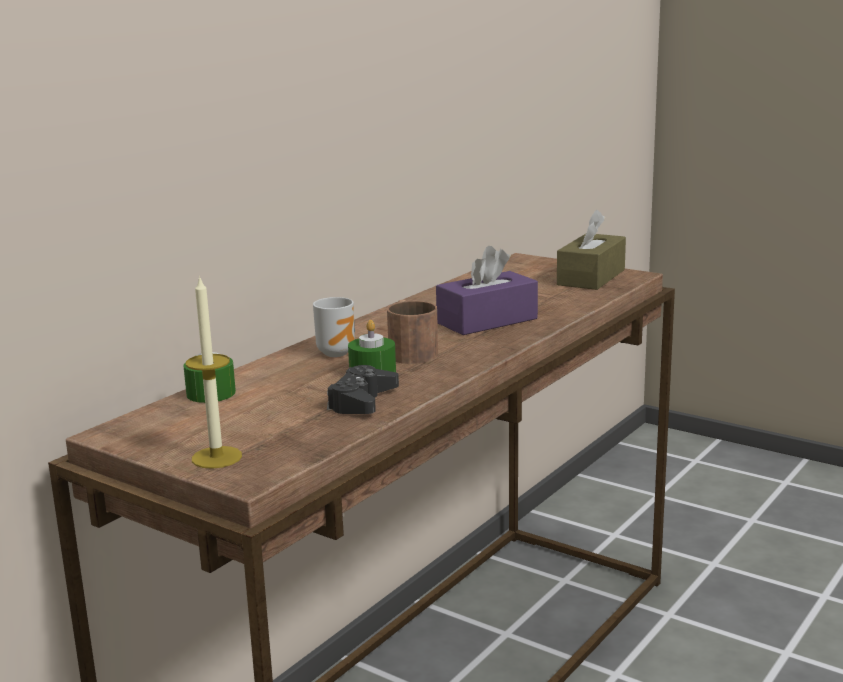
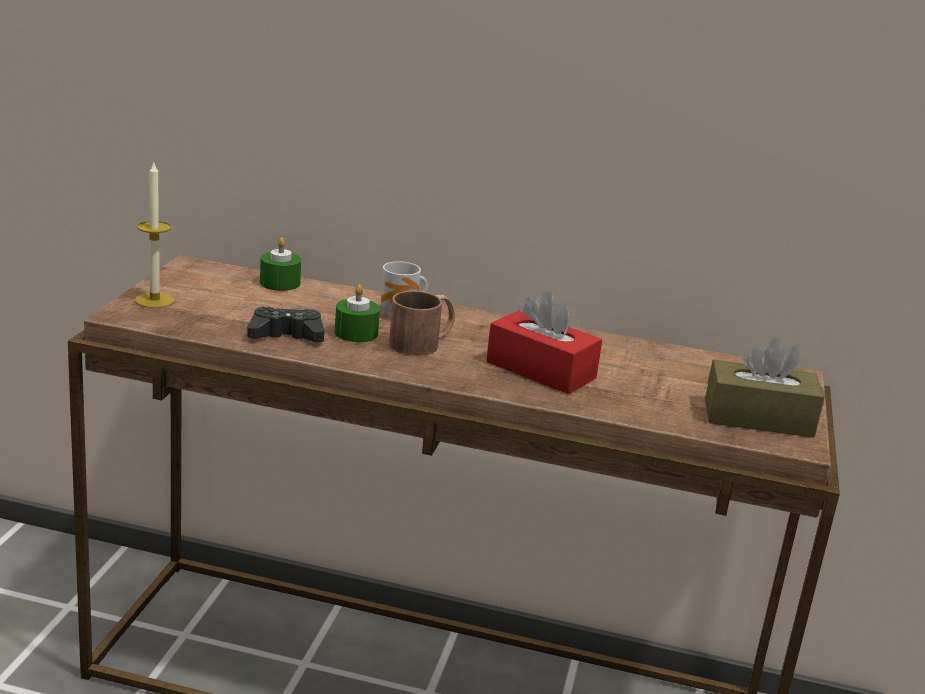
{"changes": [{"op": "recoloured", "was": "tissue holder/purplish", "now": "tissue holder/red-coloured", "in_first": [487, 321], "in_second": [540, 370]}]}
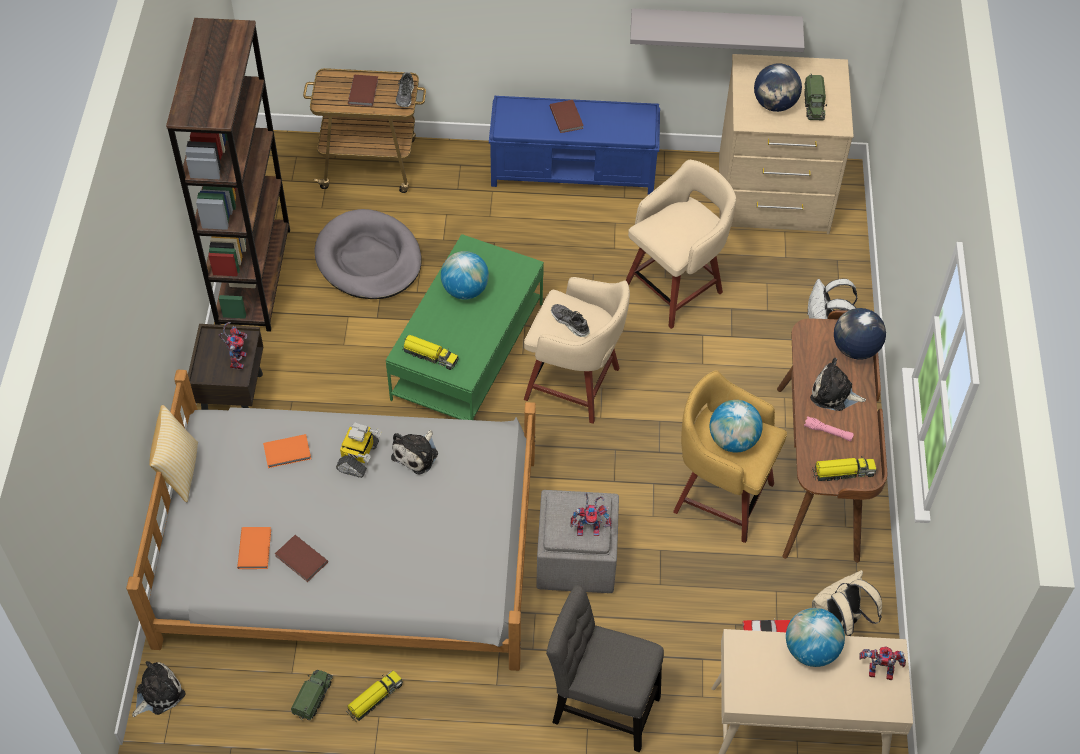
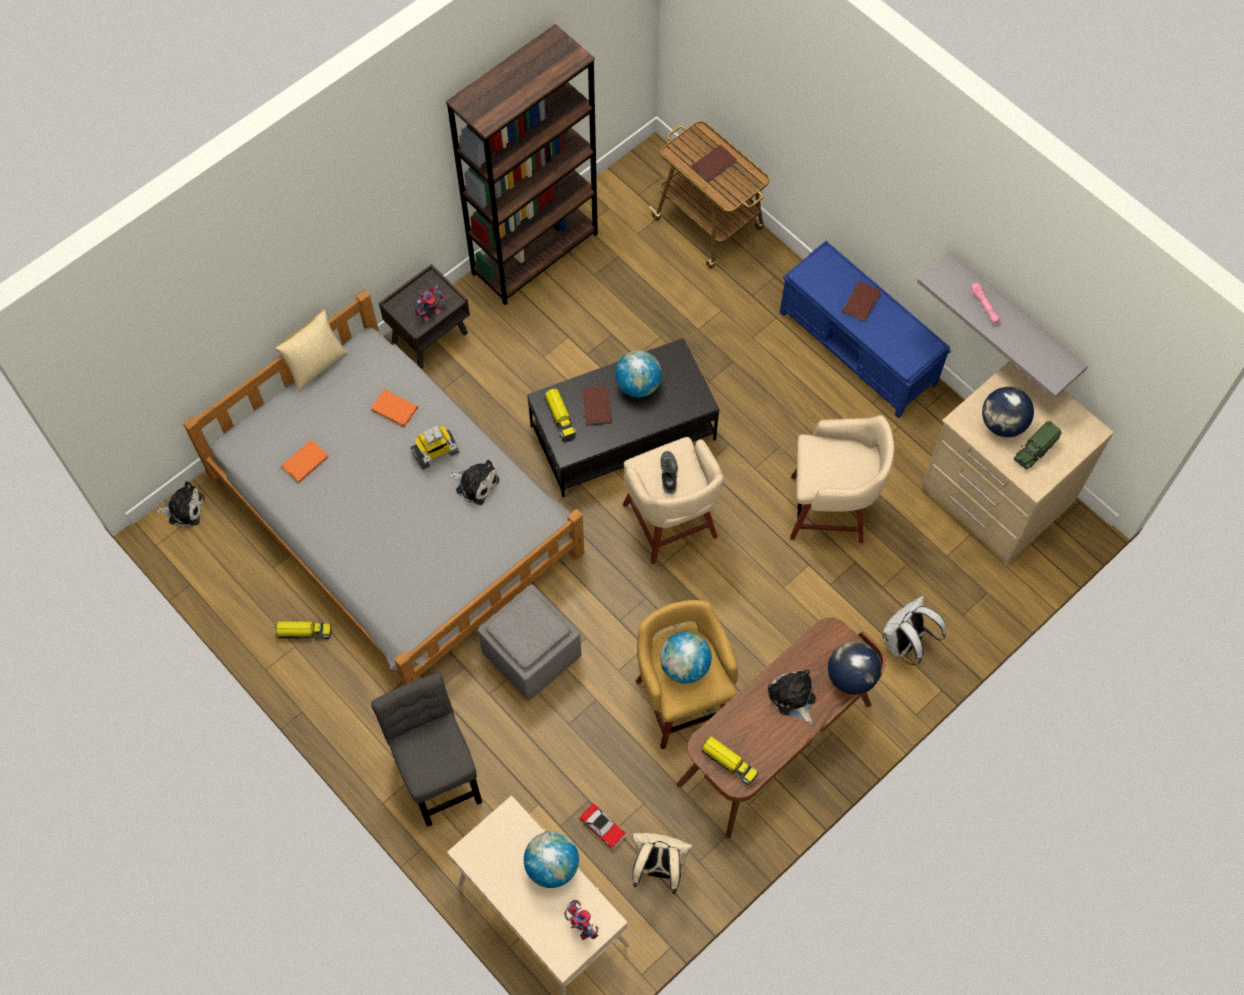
{"changes": [{"op": "removed", "was": "shoe", "in_first": [405, 95]}, {"op": "removed", "was": "pet bed/gray", "in_first": [369, 259]}, {"op": "recoloured", "was": "coffee table/green-coloured", "now": "coffee table/black-coloured", "in_first": [467, 351], "in_second": [623, 432]}, {"op": "moved", "was": "torch/pink-coloured", "in_first": [828, 432], "in_second": [984, 306]}, {"op": "turned", "was": "soft toy", "in_first": [417, 454], "in_second": [475, 484], "clockwise": -135}, {"op": "removed", "was": "toy robot", "in_first": [590, 528]}, {"op": "moved", "was": "book/brown-coloured", "in_first": [301, 560], "in_second": [595, 407]}, {"op": "removed", "was": "toy lorry", "in_first": [313, 697]}]}
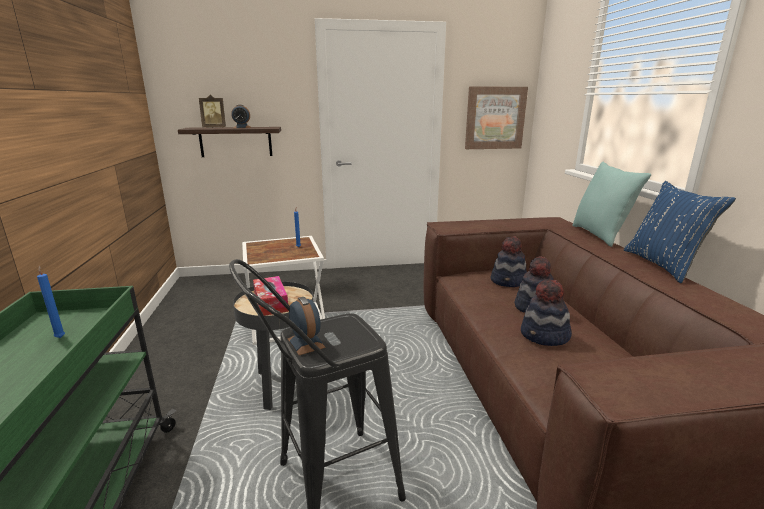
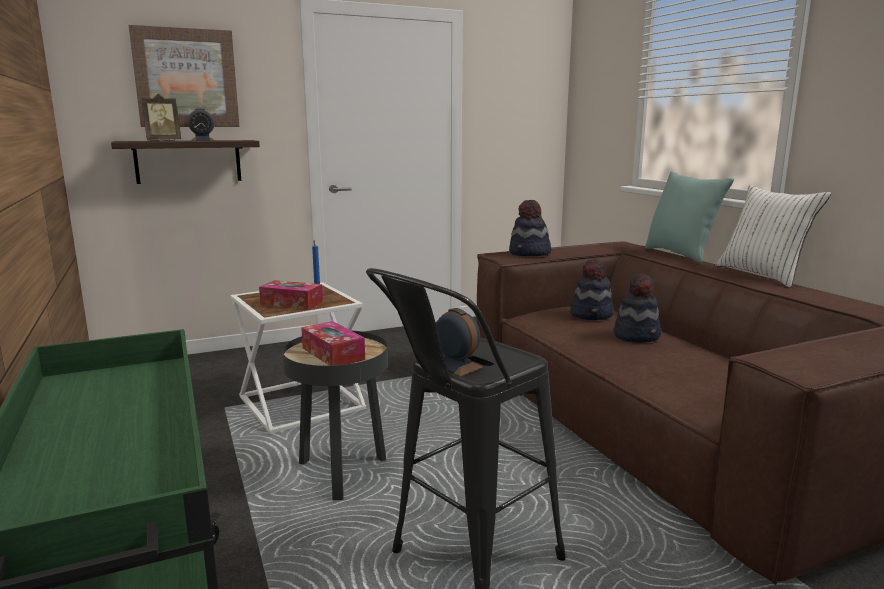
{"changes": [{"op": "moved", "was": "picture", "in_first": [495, 118], "in_second": [186, 78]}, {"op": "recoloured", "was": "cushion/blue-coloured", "now": "cushion/whitish", "in_first": [663, 265], "in_second": [762, 275]}, {"op": "removed", "was": "wax candle/blue-coloured", "in_first": [60, 337]}, {"op": "moved", "was": "clothing hat", "in_first": [544, 336], "in_second": [529, 253]}, {"op": "added", "now": "tissue holder", "in_second": [291, 303]}]}
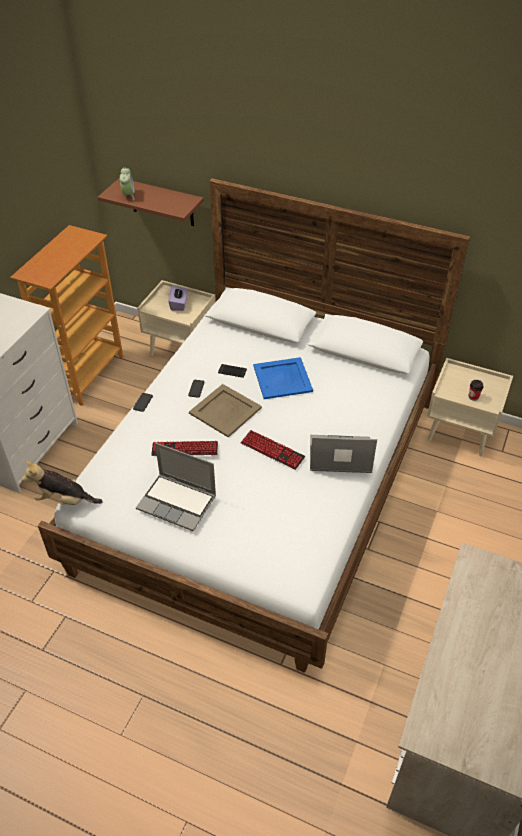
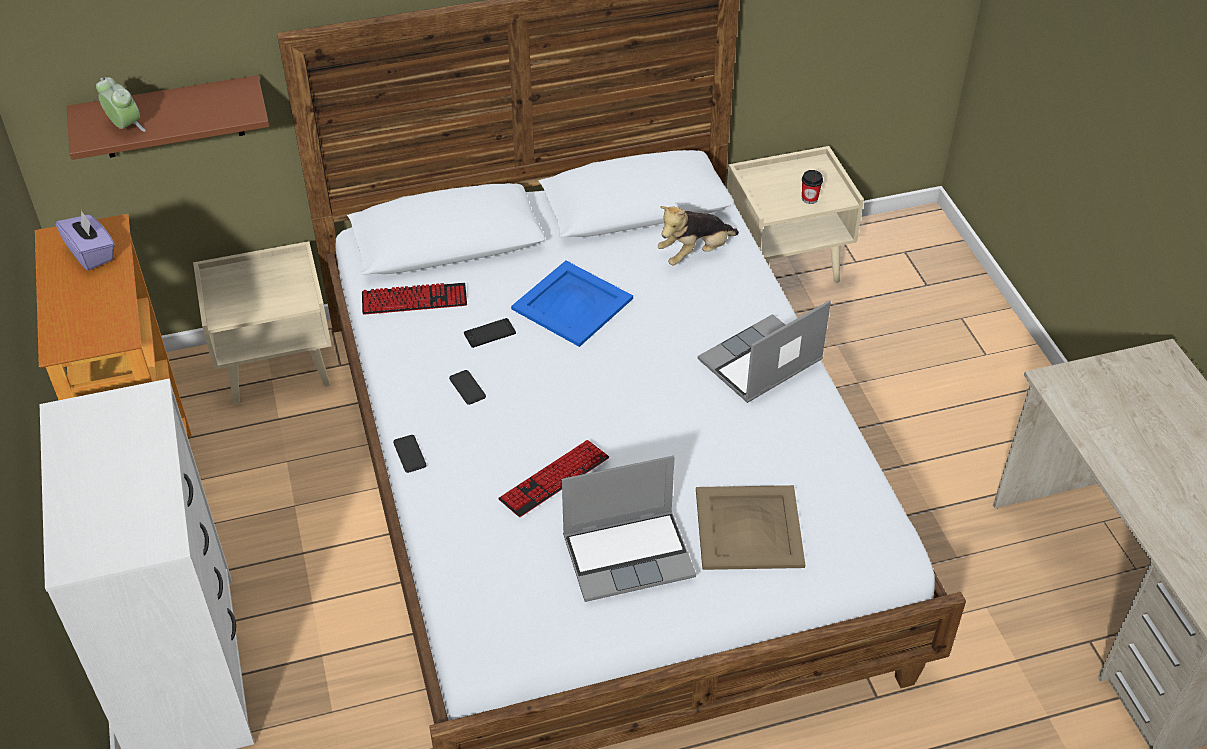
{"changes": [{"op": "moved", "was": "tissue holder/purplish", "in_first": [179, 304], "in_second": [91, 253]}, {"op": "moved", "was": "carrying tray/beige-coloured", "in_first": [225, 411], "in_second": [750, 528]}, {"op": "moved", "was": "keyboard", "in_first": [272, 450], "in_second": [414, 300]}, {"op": "moved", "was": "soft toy", "in_first": [64, 500], "in_second": [695, 253]}]}
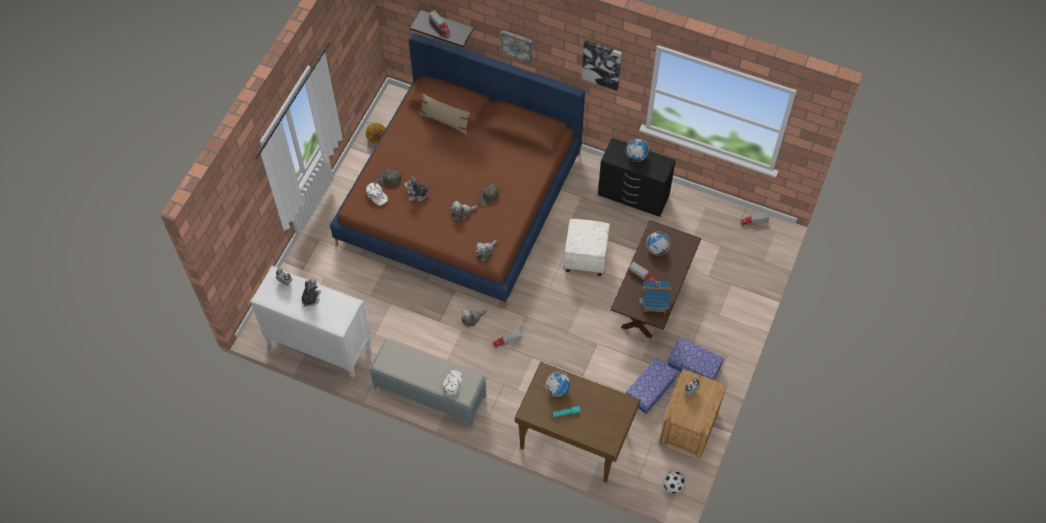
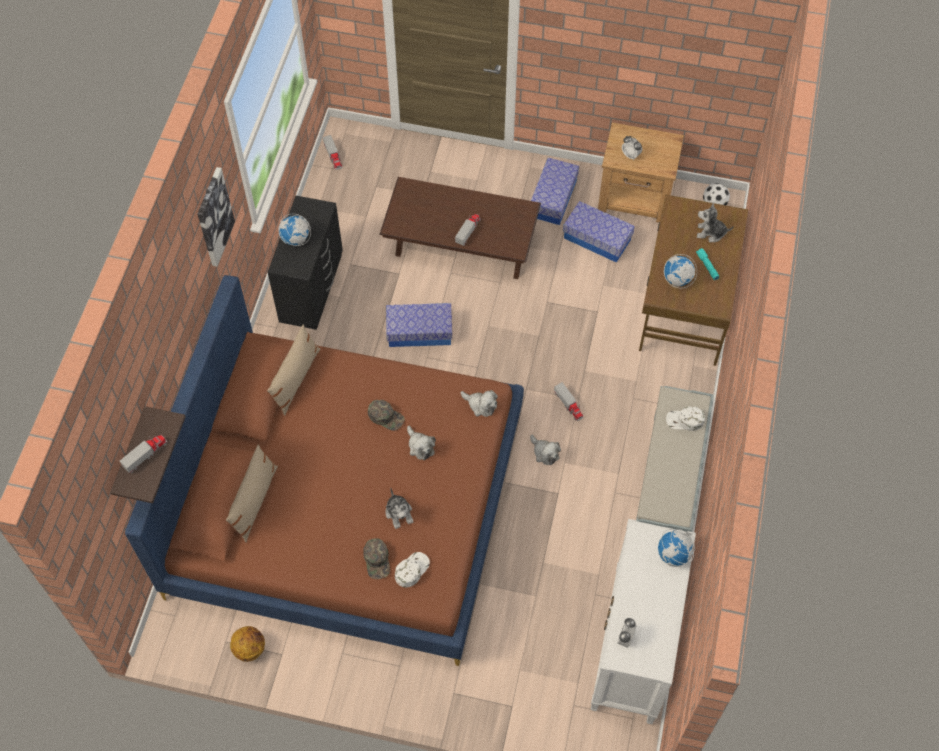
{"changes": [{"op": "removed", "was": "picture", "in_first": [517, 45]}, {"op": "replaced", "was": "pouffe/whitish", "now": "storage box", "in_first": [585, 257], "in_second": [419, 332]}, {"op": "moved", "was": "world globe", "in_first": [656, 249], "in_second": [674, 555]}, {"op": "moved", "was": "soft toy", "in_first": [310, 298], "in_second": [710, 233]}, {"op": "removed", "was": "model house", "in_first": [655, 301]}, {"op": "added", "now": "cushion/beige-coloured", "in_second": [296, 379]}]}
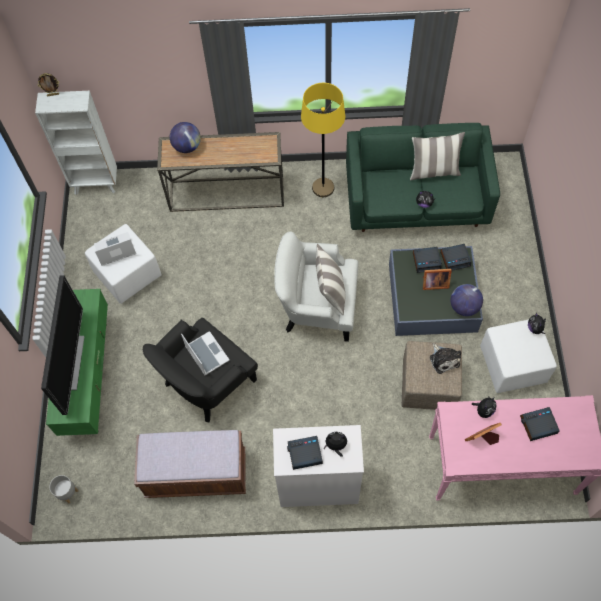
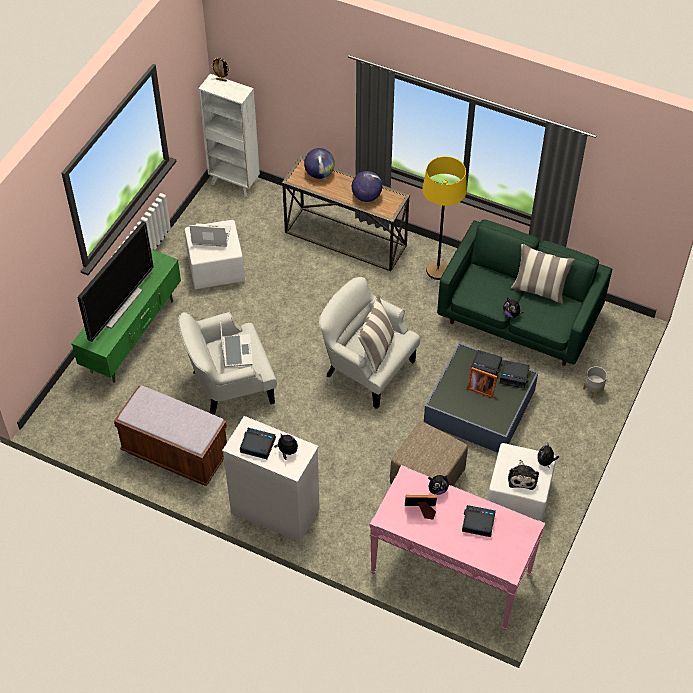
{"changes": [{"op": "moved", "was": "world globe", "in_first": [464, 307], "in_second": [366, 197]}, {"op": "recoloured", "was": "lounge chair/black-coloured", "now": "lounge chair/whitish", "in_first": [207, 382], "in_second": [230, 385]}, {"op": "moved", "was": "soft toy", "in_first": [444, 359], "in_second": [522, 477]}, {"op": "moved", "was": "plant pot/gray", "in_first": [68, 493], "in_second": [593, 390]}]}
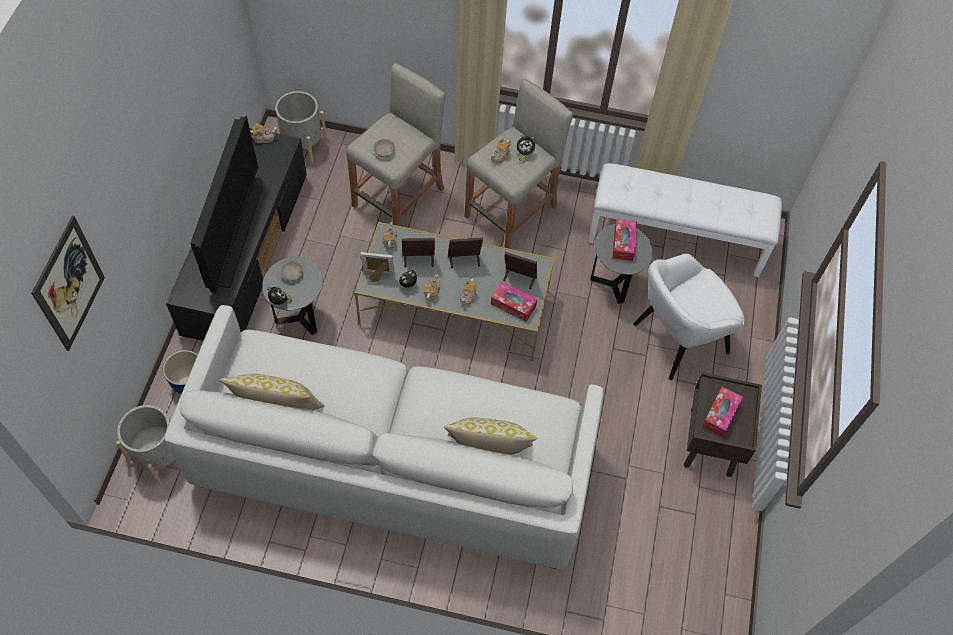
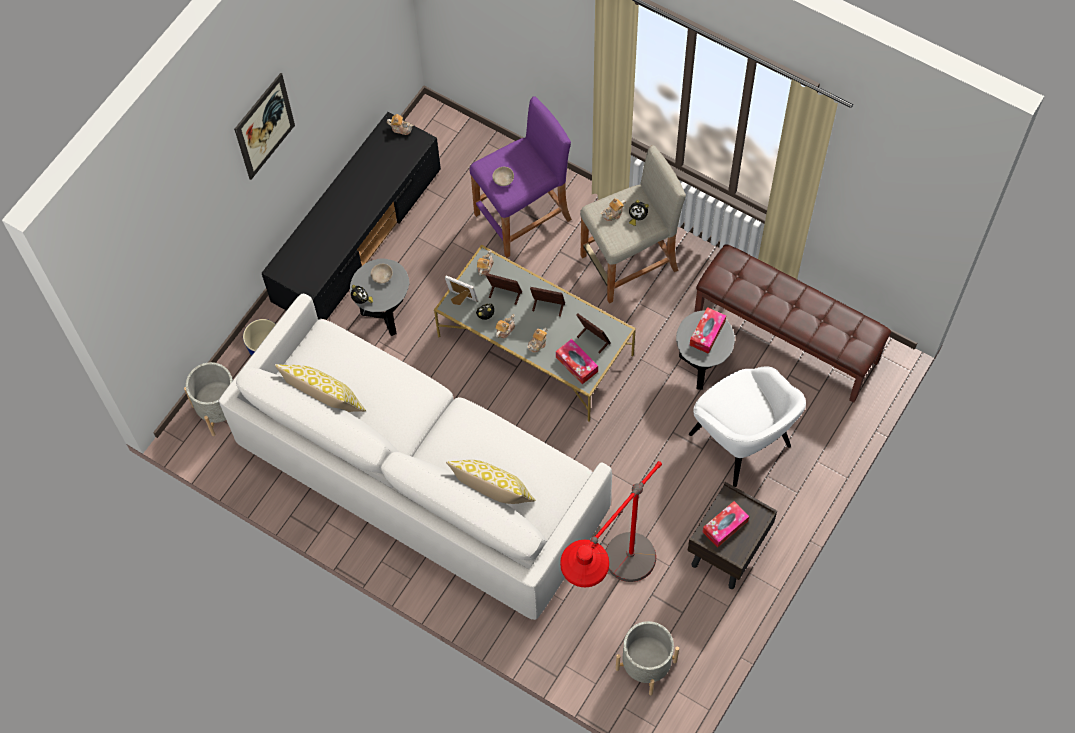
{"changes": [{"op": "recoloured", "was": "stool/beige-coloured", "now": "stool/purplish", "in_first": [399, 198], "in_second": [523, 217]}, {"op": "moved", "was": "plant pot/gray", "in_first": [302, 145], "in_second": [646, 665]}, {"op": "removed", "was": "TV", "in_first": [235, 234]}, {"op": "recoloured", "was": "long seat/whitish", "now": "long seat/brown-coloured", "in_first": [676, 238], "in_second": [786, 338]}, {"op": "moved", "was": "picture", "in_first": [69, 284], "in_second": [264, 126]}, {"op": "turned", "was": "lounge chair/whitish", "in_first": [678, 339], "in_second": [741, 442], "clockwise": -120}, {"op": "added", "now": "floor lamp/red-coloured", "in_second": [611, 587]}]}
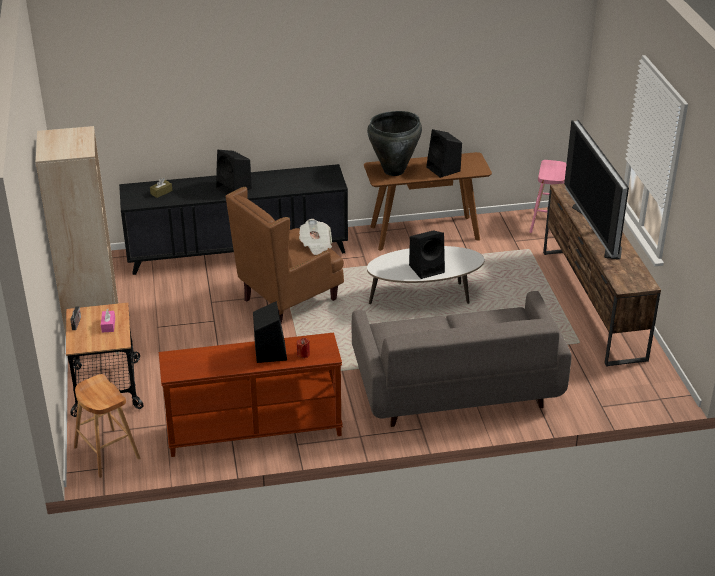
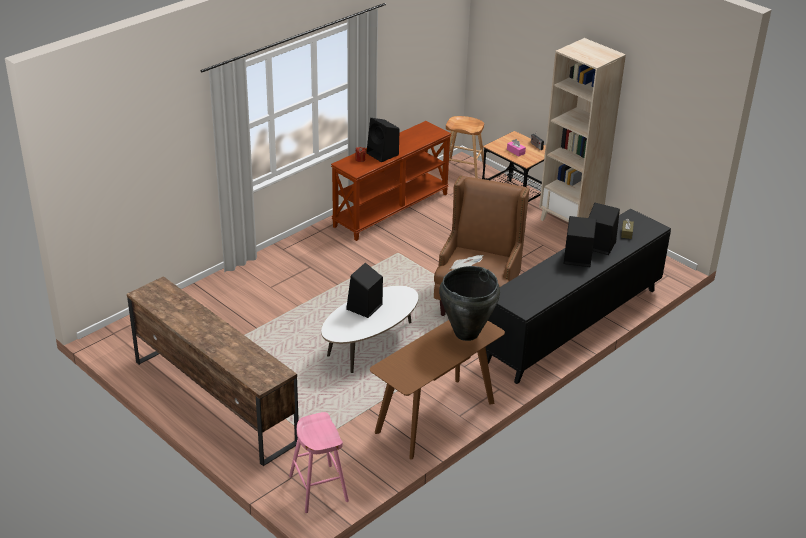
{"changes": [{"op": "removed", "was": "TV", "in_first": [596, 231]}, {"op": "moved", "was": "loudspeaker/black-coloured", "in_first": [444, 169], "in_second": [598, 245]}, {"op": "removed", "was": "couch/gray", "in_first": [455, 386]}]}
